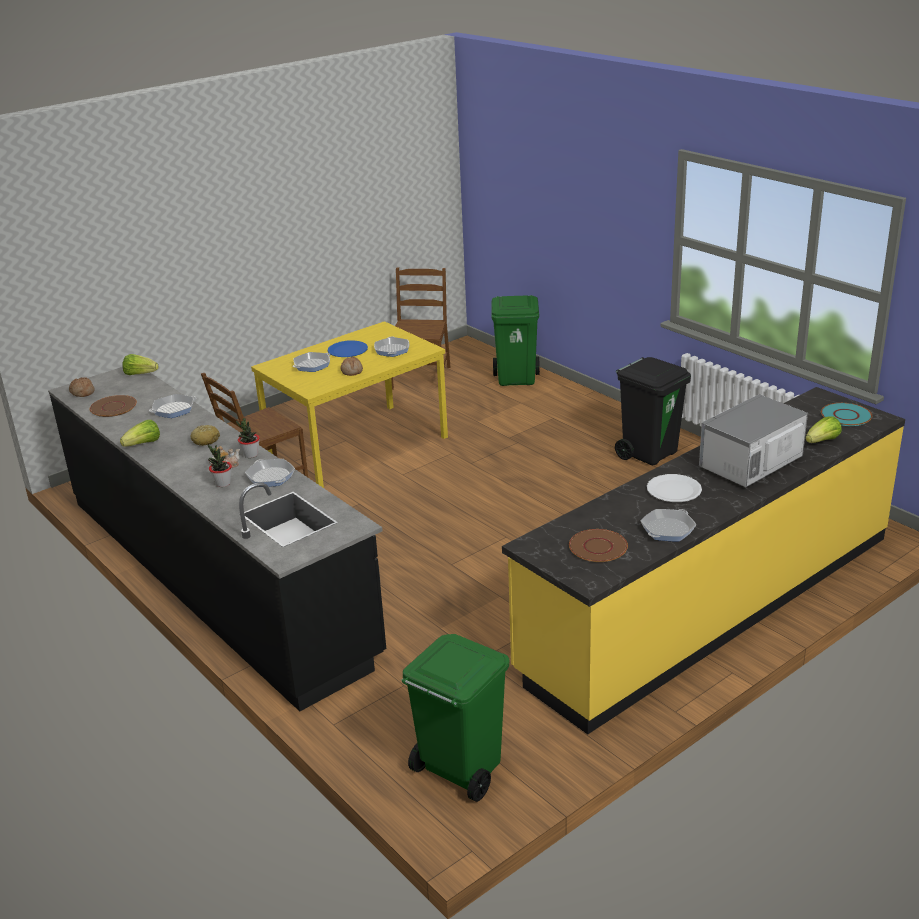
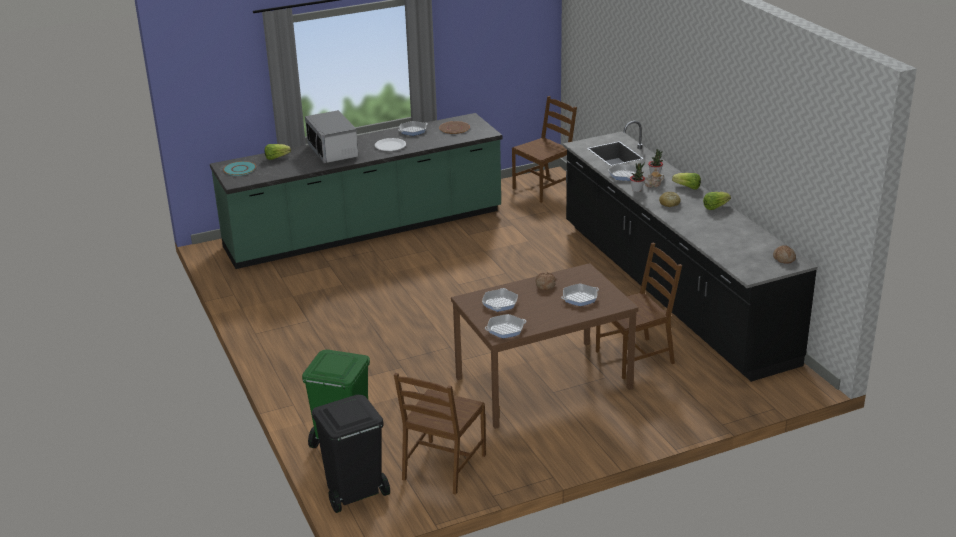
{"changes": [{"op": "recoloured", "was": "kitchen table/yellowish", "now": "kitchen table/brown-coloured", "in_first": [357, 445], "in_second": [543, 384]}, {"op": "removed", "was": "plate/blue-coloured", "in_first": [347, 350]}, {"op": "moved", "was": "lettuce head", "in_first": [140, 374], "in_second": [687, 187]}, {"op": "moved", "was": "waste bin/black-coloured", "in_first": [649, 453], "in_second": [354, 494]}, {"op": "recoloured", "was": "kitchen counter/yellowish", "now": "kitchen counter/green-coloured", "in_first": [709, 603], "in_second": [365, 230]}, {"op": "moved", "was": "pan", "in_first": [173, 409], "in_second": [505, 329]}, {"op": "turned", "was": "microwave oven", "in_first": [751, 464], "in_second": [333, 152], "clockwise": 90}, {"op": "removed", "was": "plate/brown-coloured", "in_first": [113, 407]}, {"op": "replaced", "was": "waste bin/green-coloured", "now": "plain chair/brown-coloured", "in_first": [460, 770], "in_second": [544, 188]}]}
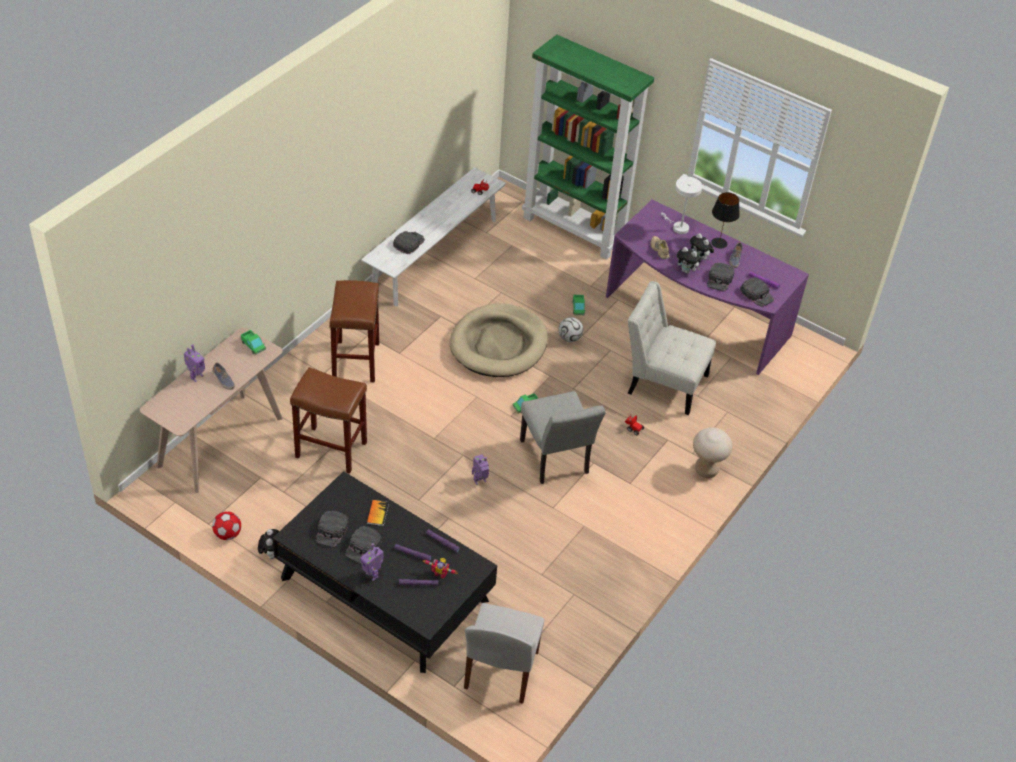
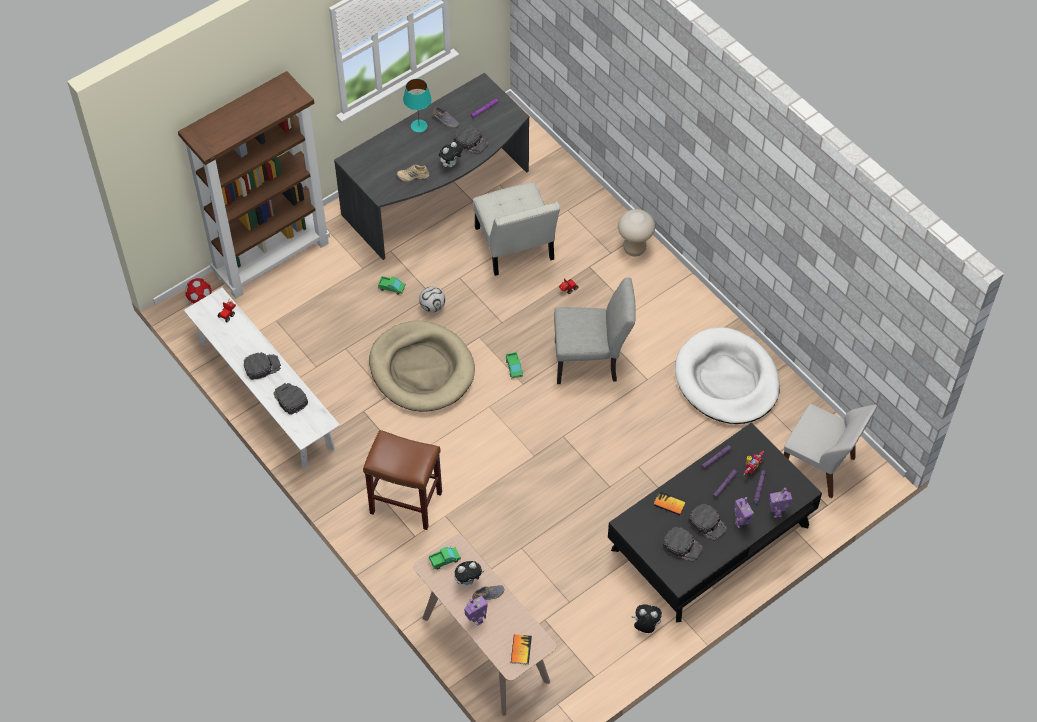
{"changes": [{"op": "recoloured", "was": "bookshelf/green-coloured", "now": "bookshelf/brown-coloured", "in_first": [575, 230], "in_second": [272, 258]}, {"op": "removed", "was": "tabletop lamp/whitish", "in_first": [678, 227]}, {"op": "recoloured", "was": "tabletop lamp/black-coloured", "now": "tabletop lamp/turquoise-coloured", "in_first": [718, 243], "in_second": [419, 126]}, {"op": "recoloured", "was": "desk table/purplish", "now": "desk table/gray", "in_first": [695, 319], "in_second": [439, 196]}, {"op": "moved", "was": "soft toy", "in_first": [699, 259], "in_second": [468, 580]}, {"op": "moved", "was": "baseball cap/black-coloured", "in_first": [757, 294], "in_second": [262, 366]}, {"op": "turned", "was": "plain chair/whitish", "in_first": [663, 382], "in_second": [515, 247], "clockwise": -60}, {"op": "removed", "was": "stool/brown-coloured", "in_first": [330, 450]}, {"op": "moved", "was": "toy robot", "in_first": [480, 481], "in_second": [777, 512]}, {"op": "moved", "was": "ball for football", "in_first": [228, 534], "in_second": [200, 298]}, {"op": "added", "now": "pet bed/whitish", "in_second": [727, 380]}, {"op": "added", "now": "book", "in_second": [521, 649]}]}
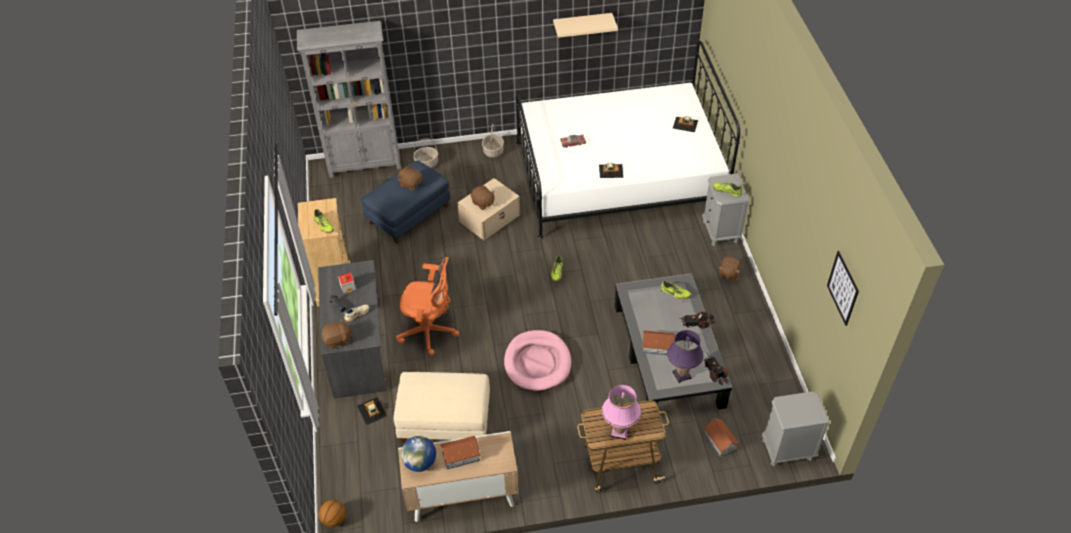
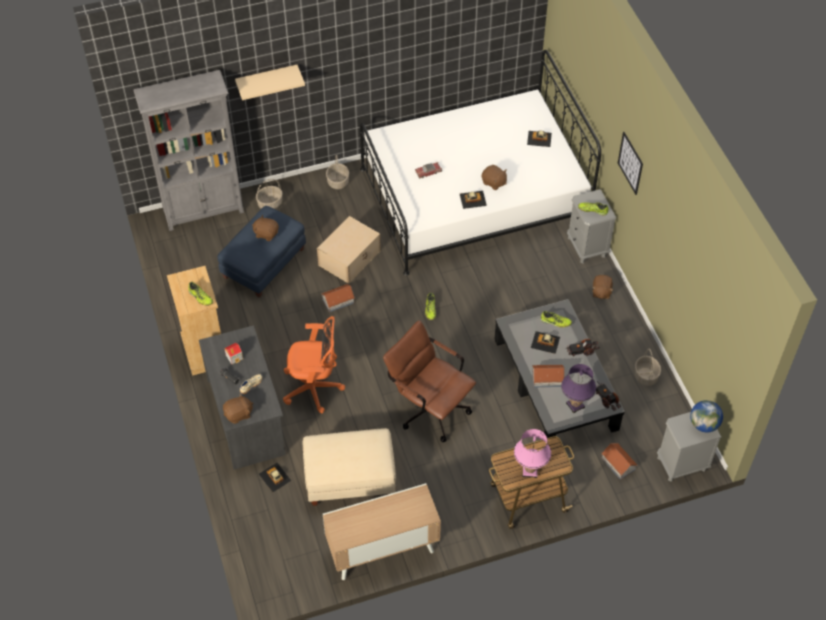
{"changes": [{"op": "moved", "was": "wall shelf/beige-coloured", "in_first": [582, 24], "in_second": [267, 79]}, {"op": "moved", "was": "soft toy/brown-coloured", "in_first": [483, 203], "in_second": [494, 182]}, {"op": "moved", "was": "picture", "in_first": [843, 288], "in_second": [630, 163]}, {"op": "replaced", "was": "pet bed/pink-coloured", "now": "office chair/brown-coloured", "in_first": [537, 363], "in_second": [429, 407]}, {"op": "moved", "was": "world globe", "in_first": [420, 462], "in_second": [703, 424]}, {"op": "moved", "was": "model house", "in_first": [460, 455], "in_second": [338, 301]}, {"op": "removed", "was": "ball for basketball", "in_first": [334, 519]}, {"op": "added", "now": "toy car", "in_second": [545, 342]}, {"op": "added", "now": "household basket", "in_second": [645, 375]}]}
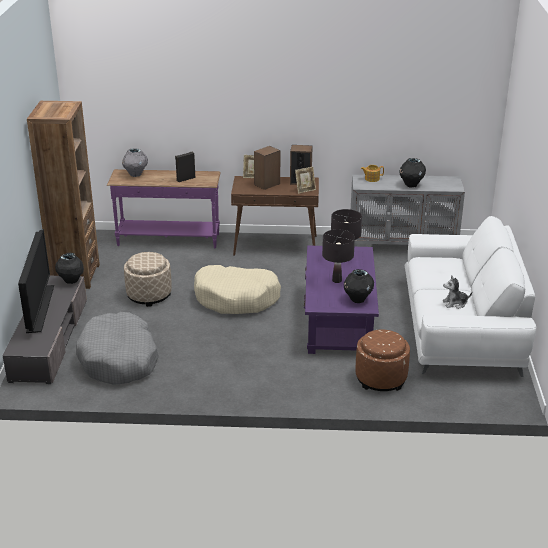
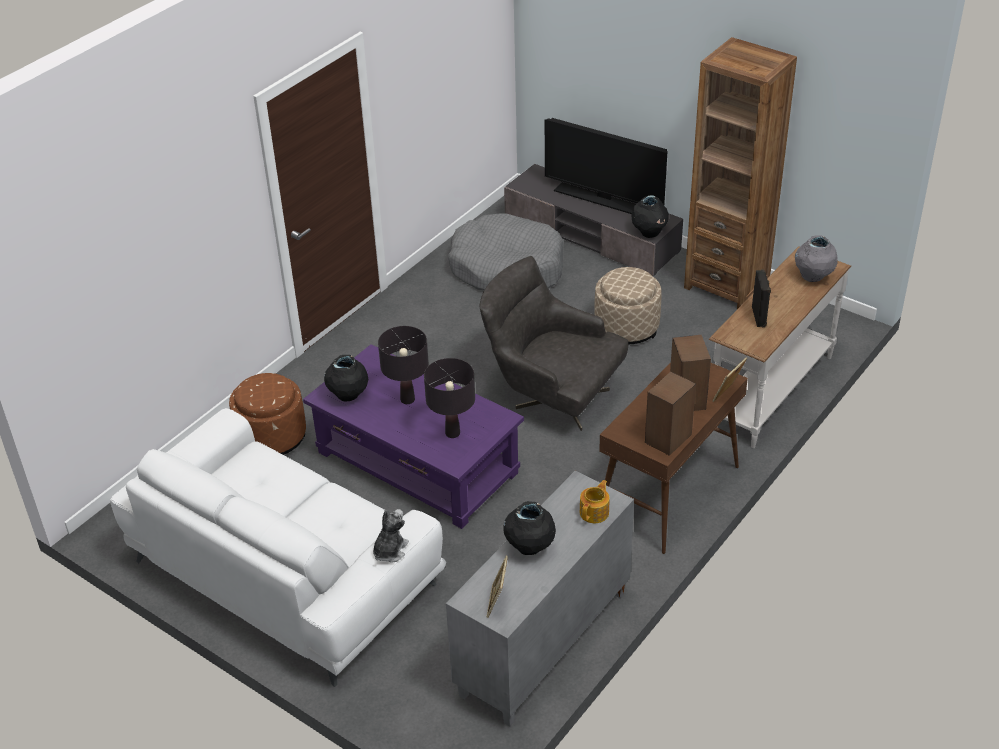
{"changes": [{"op": "moved", "was": "picture frame", "in_first": [305, 190], "in_second": [497, 602]}, {"op": "recoloured", "was": "console table/purplish", "now": "console table/whitish", "in_first": [168, 240], "in_second": [770, 391]}, {"op": "replaced", "was": "pet bed/beige-coloured", "now": "lounge chair/gray", "in_first": [237, 298], "in_second": [552, 395]}, {"op": "moved", "was": "soft toy", "in_first": [455, 303], "in_second": [390, 550]}]}
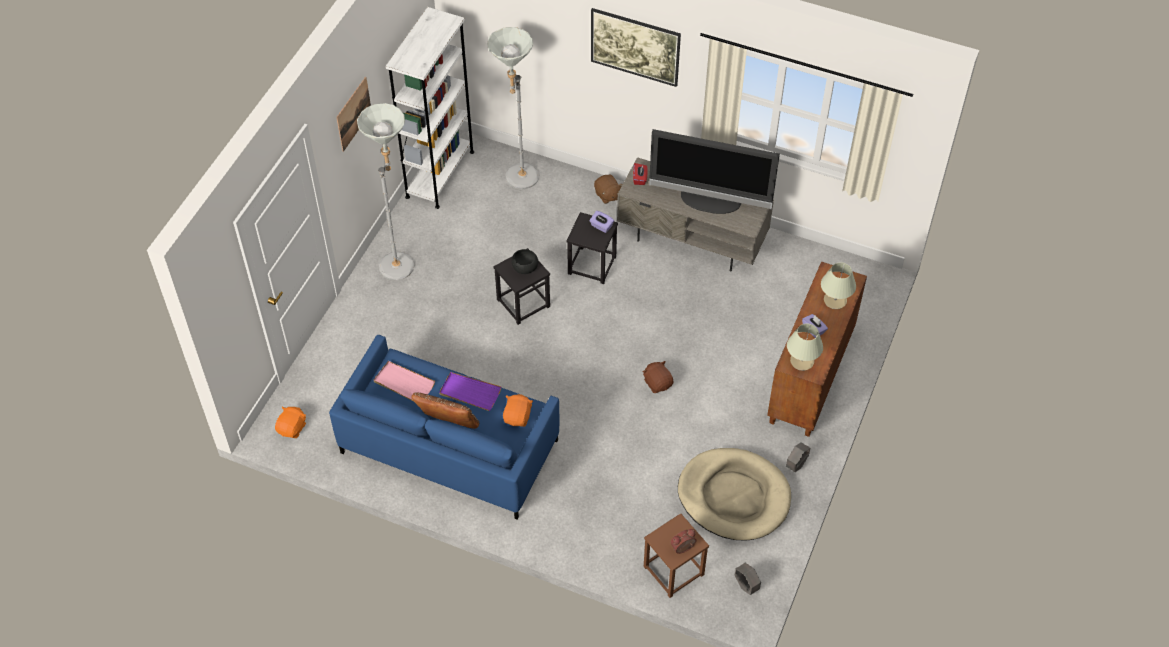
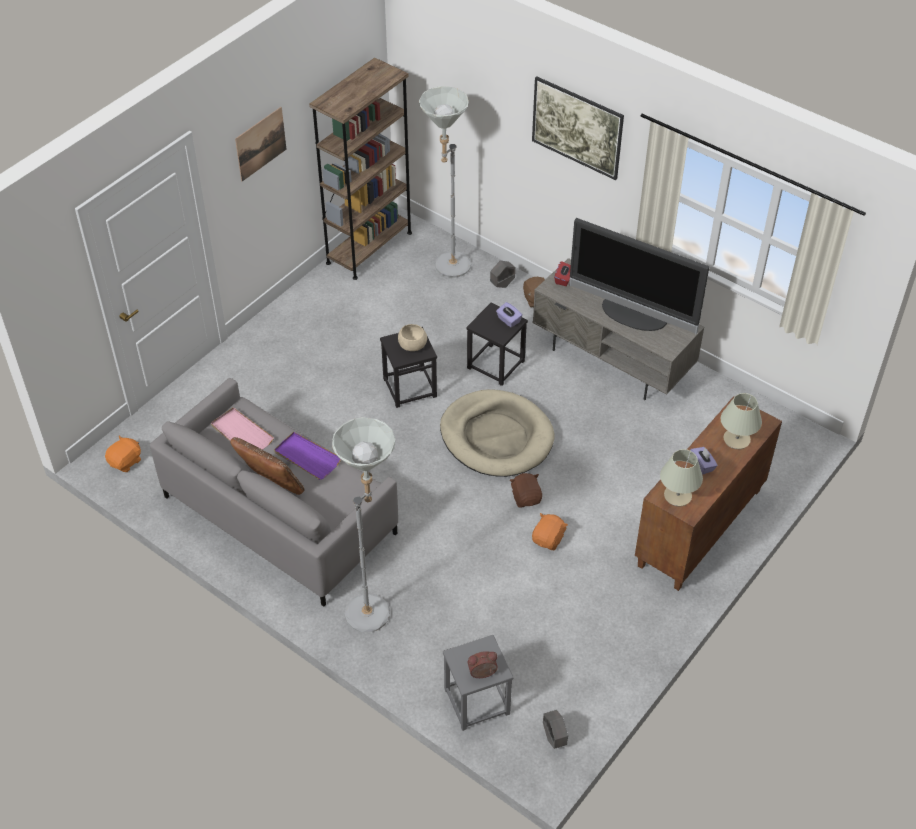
{"changes": [{"op": "recoloured", "was": "bookshelf/whitish", "now": "bookshelf/brown-coloured", "in_first": [440, 174], "in_second": [369, 248]}, {"op": "moved", "was": "floor lamp/gray", "in_first": [400, 261], "in_second": [373, 607]}, {"op": "recoloured", "was": "deep dish/black-coloured", "now": "deep dish/beige-coloured", "in_first": [524, 267], "in_second": [412, 345]}, {"op": "recoloured", "was": "couch/blue-coloured", "now": "couch/gray", "in_first": [449, 446], "in_second": [280, 514]}, {"op": "moved", "was": "soft toy/orange-coloured", "in_first": [518, 417], "in_second": [548, 539]}, {"op": "moved", "was": "plant pot/gray", "in_first": [796, 465], "in_second": [502, 284]}, {"op": "moved", "was": "pet bed/beige-coloured", "in_first": [733, 496], "in_second": [496, 437]}, {"op": "recoloured", "was": "stool/brown-coloured", "now": "stool/gray", "in_first": [674, 571], "in_second": [477, 702]}]}
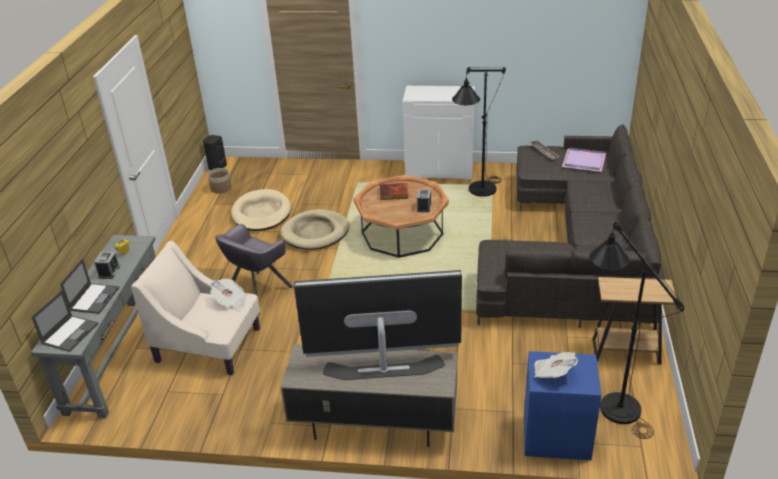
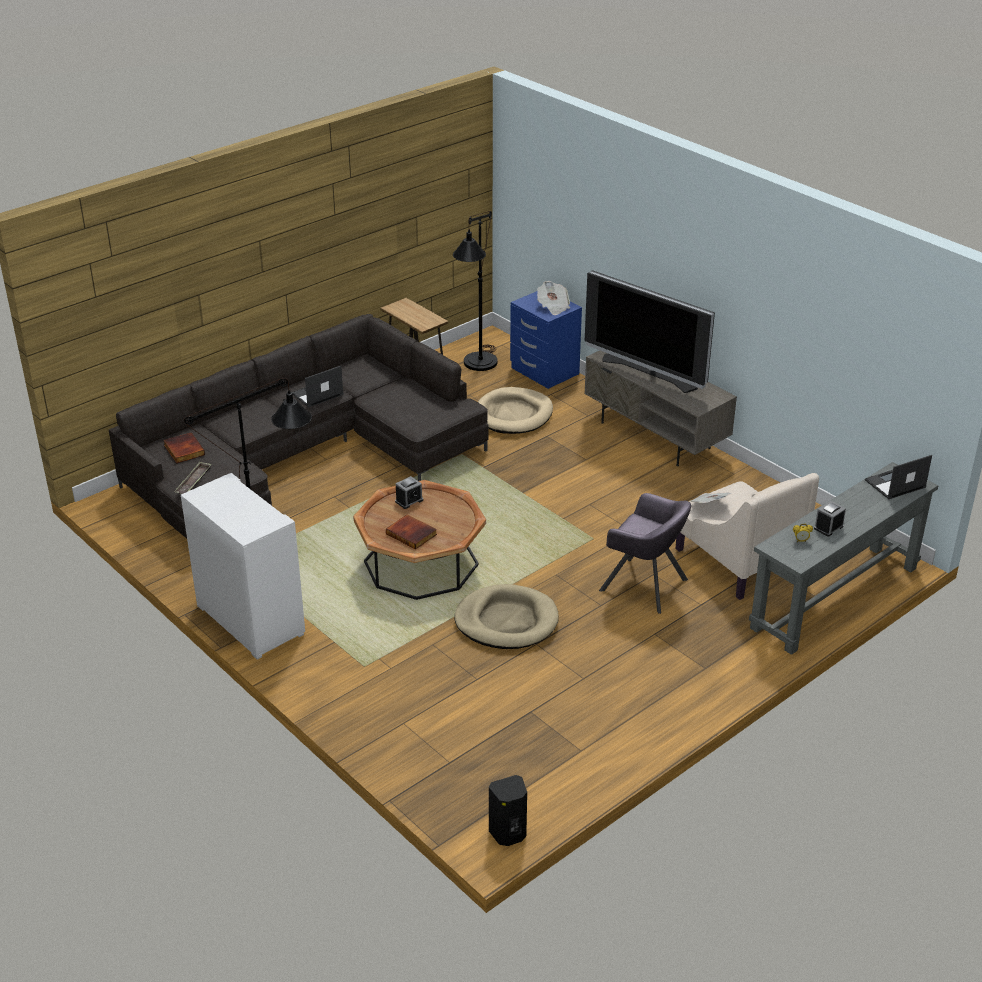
{"changes": [{"op": "replaced", "was": "carrying tray/purplish", "now": "book", "in_first": [584, 161], "in_second": [183, 450]}, {"op": "removed", "was": "plant pot", "in_first": [221, 188]}, {"op": "moved", "was": "pet bed/beige-coloured", "in_first": [261, 213], "in_second": [513, 414]}, {"op": "turned", "was": "lounge chair/gray", "in_first": [257, 292], "in_second": [644, 585], "clockwise": 45}, {"op": "moved", "was": "laptop", "in_first": [94, 298], "in_second": [317, 394]}]}
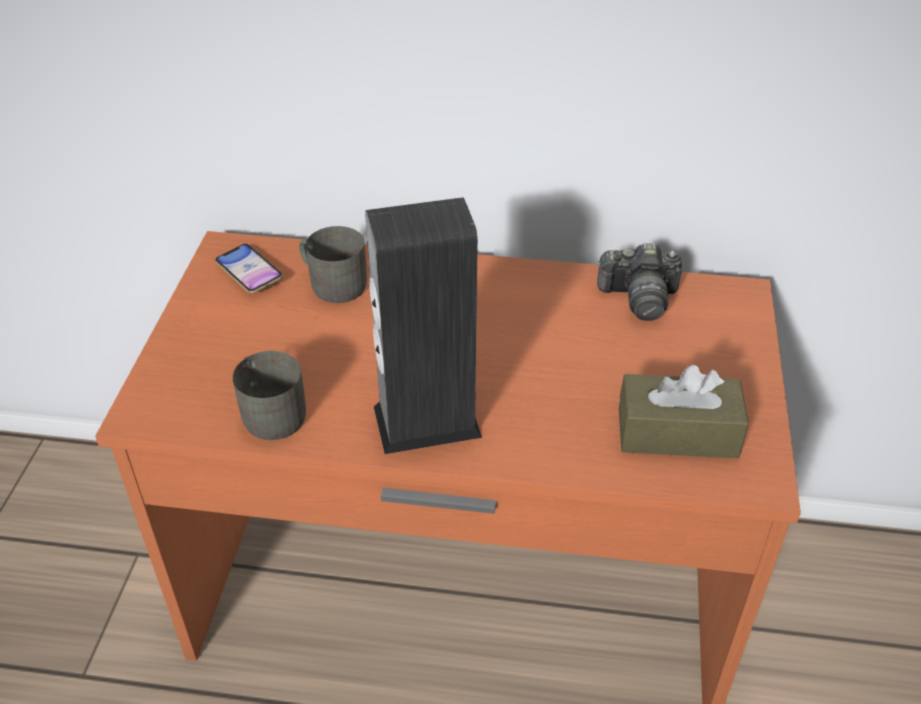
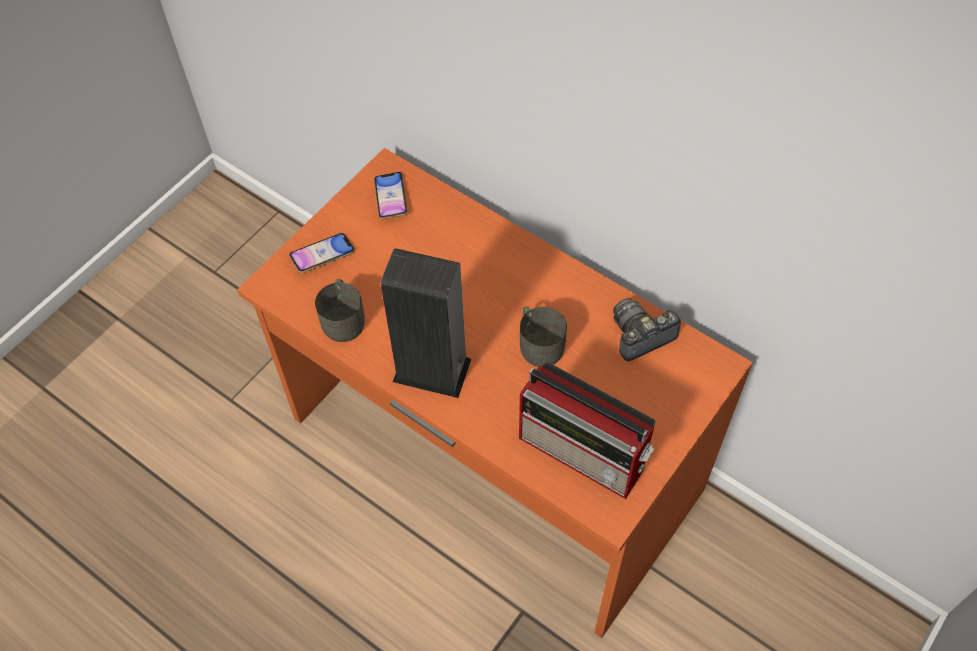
{"changes": [{"op": "moved", "was": "tea mug/gray", "in_first": [333, 283], "in_second": [539, 343]}, {"op": "turned", "was": "photo camera", "in_first": [639, 298], "in_second": [641, 336], "clockwise": 120}, {"op": "replaced", "was": "tissue holder/brown-coloured", "now": "radio set", "in_first": [677, 433], "in_second": [584, 454]}, {"op": "added", "now": "phone", "in_second": [322, 255]}]}
